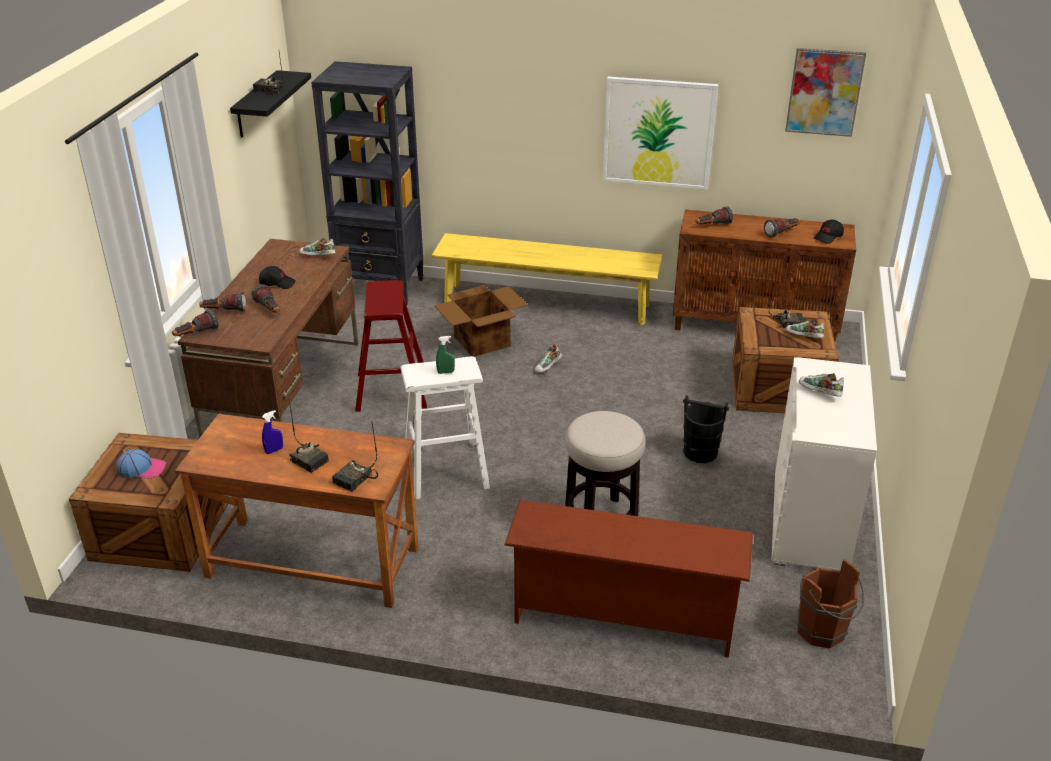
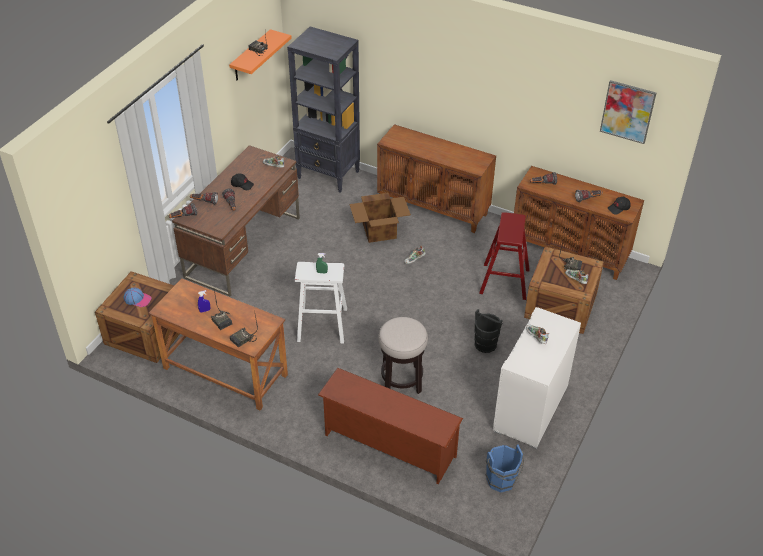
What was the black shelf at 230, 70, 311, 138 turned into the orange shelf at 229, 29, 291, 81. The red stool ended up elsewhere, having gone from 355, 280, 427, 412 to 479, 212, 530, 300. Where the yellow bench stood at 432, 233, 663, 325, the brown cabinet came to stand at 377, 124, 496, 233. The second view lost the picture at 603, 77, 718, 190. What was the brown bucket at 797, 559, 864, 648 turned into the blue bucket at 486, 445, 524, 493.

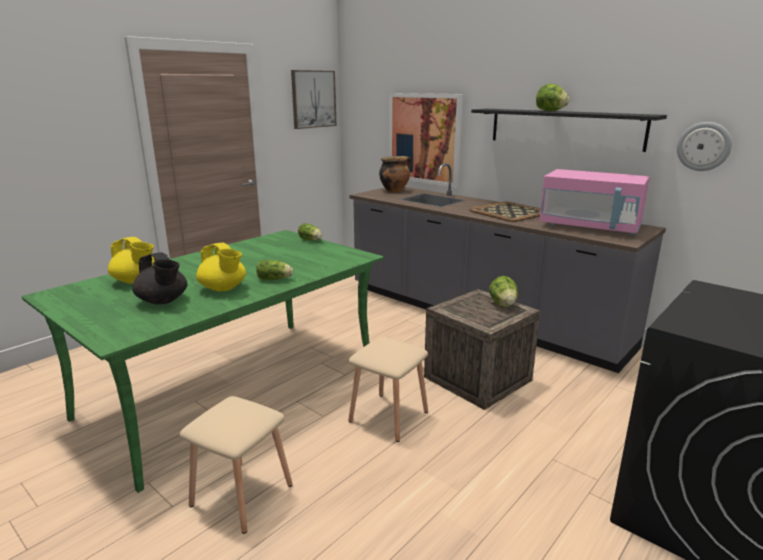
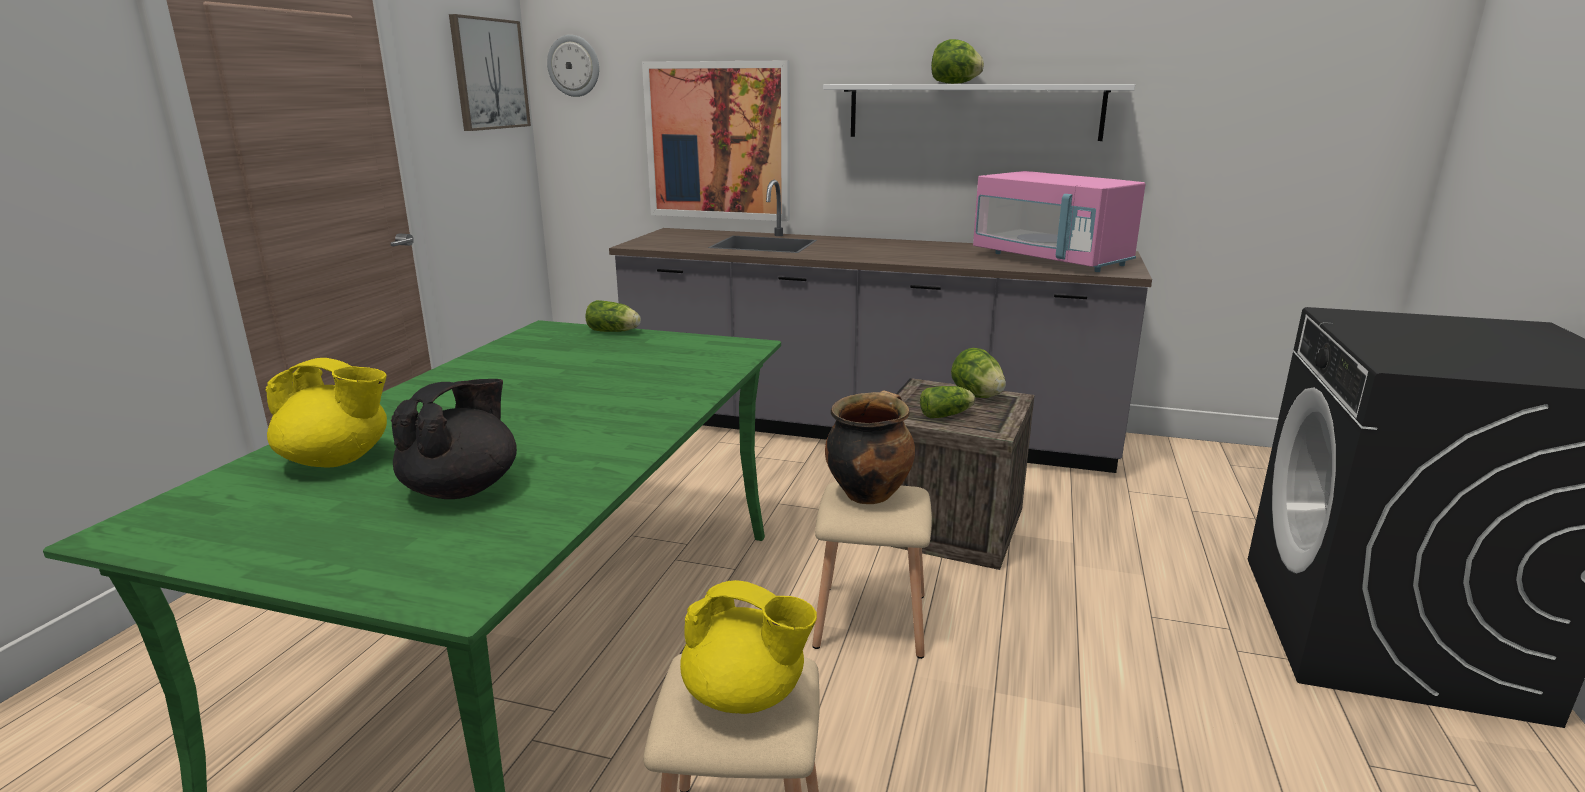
The black teapot at 132, 252, 187, 304 ended up facing another way, 90 degrees counterclockwise from before. The yellow teapot ended up elsewhere, having gone from 196, 243, 246, 291 to 680, 580, 817, 714. The lettuce ended up elsewhere, having gone from 256, 260, 293, 280 to 920, 386, 975, 418. The cooking pot ended up elsewhere, having gone from 379, 156, 411, 192 to 825, 390, 915, 504. The second view lost the tray at 469, 202, 540, 222. What was the black shelf at 471, 109, 667, 152 turned into the white shelf at 823, 84, 1135, 141. The pink microwave at 539, 169, 650, 236 ended up facing another way, 45 degrees clockwise from before. The wall clock ended up elsewhere, having gone from 677, 122, 732, 171 to 547, 35, 599, 97.

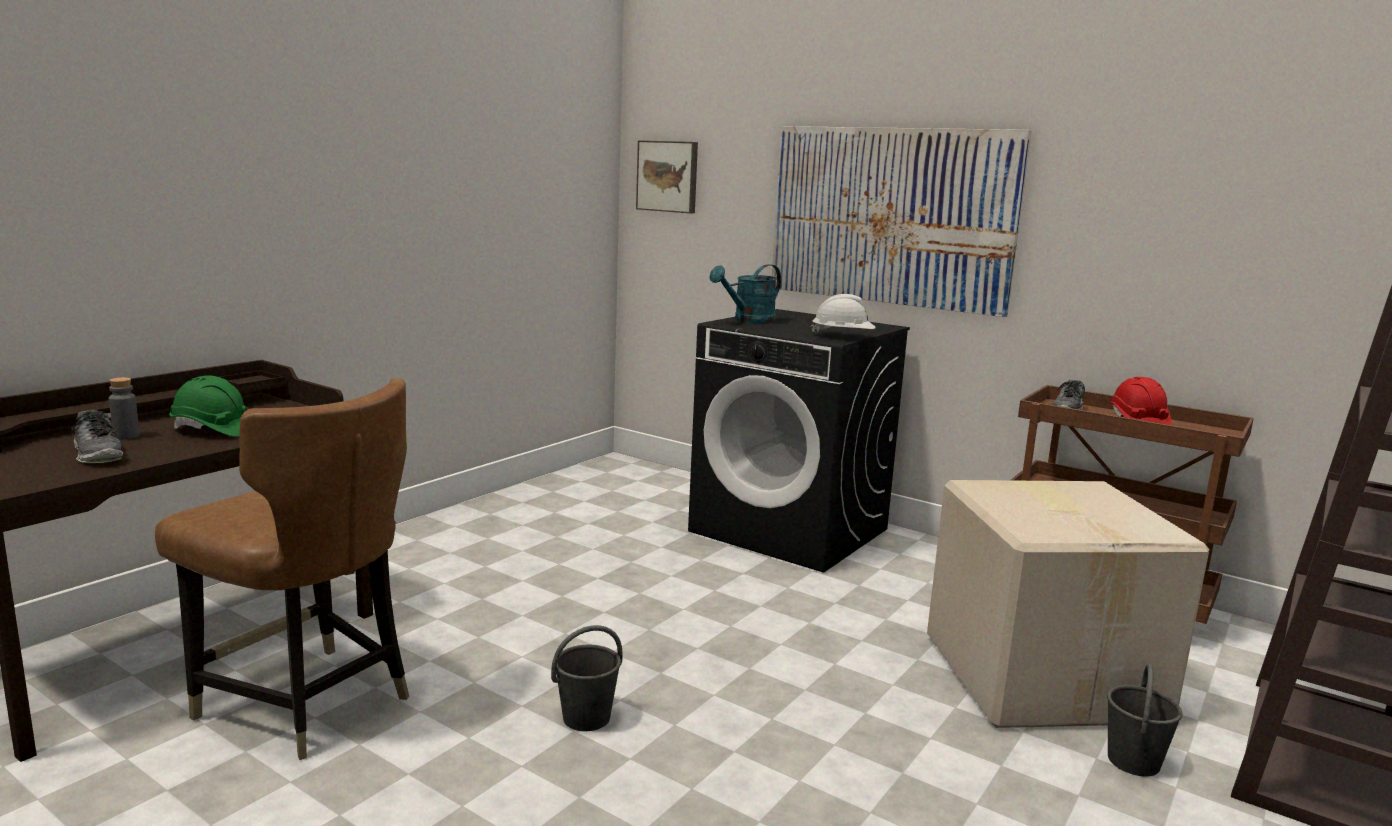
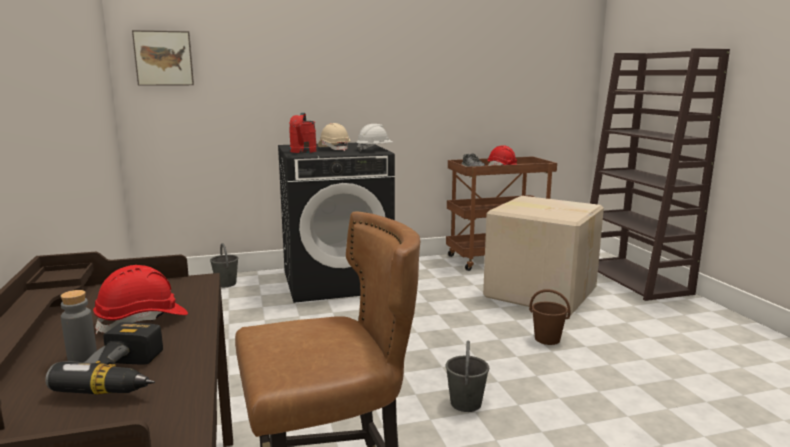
Where the shoe stood at 71, 410, 123, 463, the power drill came to stand at 45, 322, 163, 395. What was the green hard hat at 169, 375, 248, 437 turned into the red hard hat at 93, 265, 188, 334. What was the turquoise watering can at 709, 264, 781, 324 turned into the red watering can at 289, 113, 317, 153. The second view lost the picture at 772, 126, 1031, 317. The grey bucket ended up elsewhere, having gone from 1107, 664, 1183, 777 to 210, 243, 239, 287. The second view gained the beige hard hat at 318, 123, 350, 151. The second view gained the brown bucket at 529, 289, 570, 345.

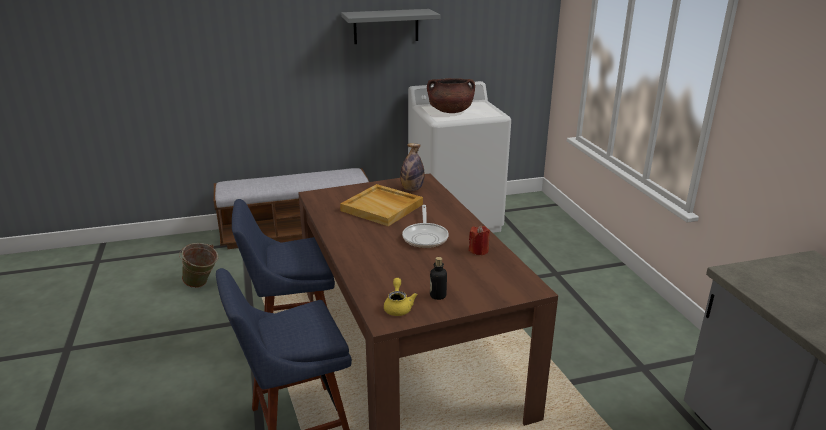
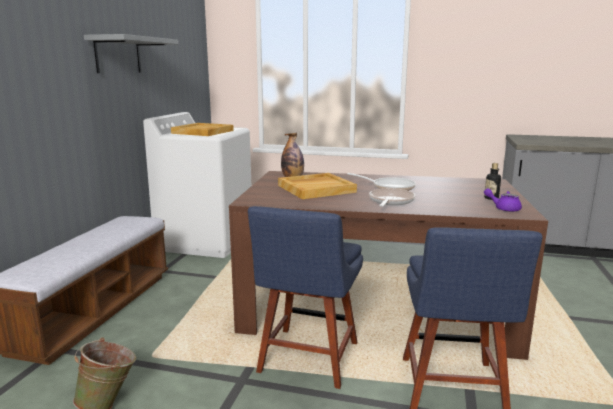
What was the yellow teapot at 384, 278, 418, 316 turned into the purple teapot at 484, 188, 522, 212. Where the brown cooking pot stood at 427, 78, 475, 113, the beige tray came to stand at 171, 123, 234, 136. The second view lost the red candle at 469, 225, 490, 255. The second view gained the frying pan at 369, 188, 415, 207.

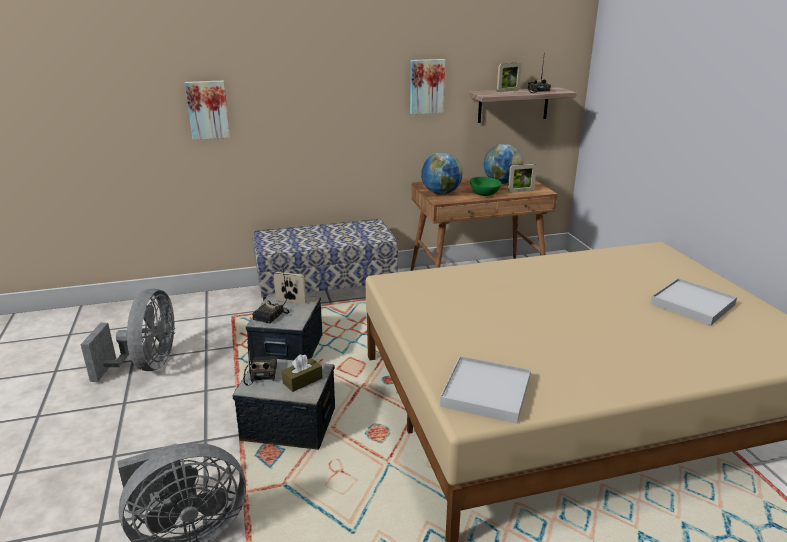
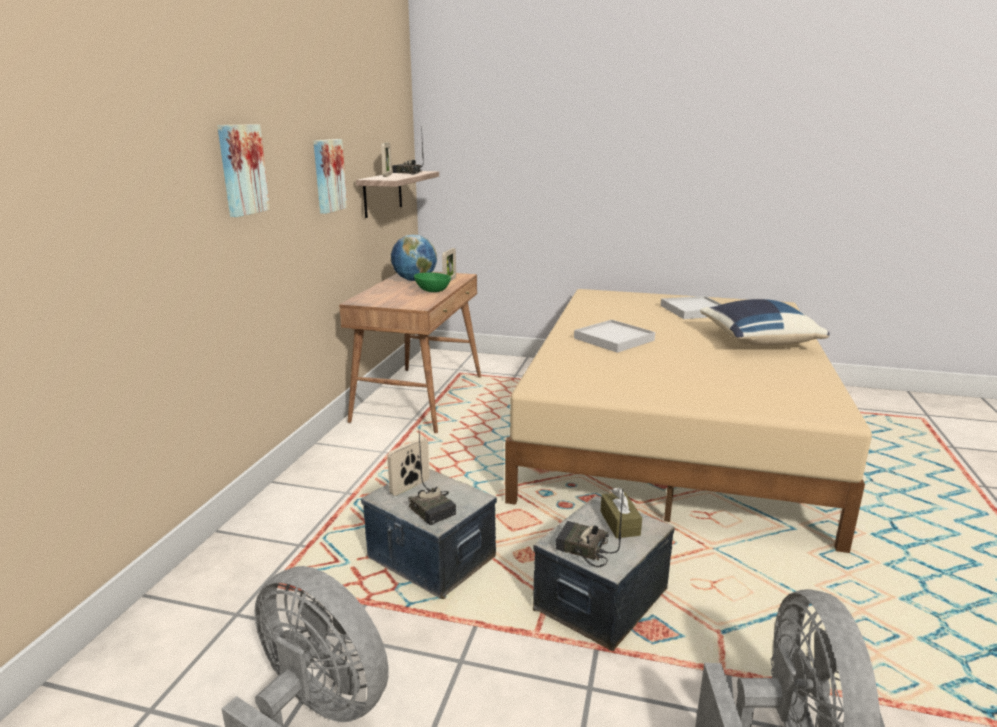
The picture ended up elsewhere, having gone from 185, 80, 230, 140 to 217, 124, 270, 217. The second view lost the bench at 253, 219, 398, 301. The second view lost the globe at 421, 153, 463, 195. The white tray ended up elsewhere, having gone from 440, 356, 531, 424 to 574, 320, 655, 353. The second view gained the blue pillow at 700, 299, 830, 346.

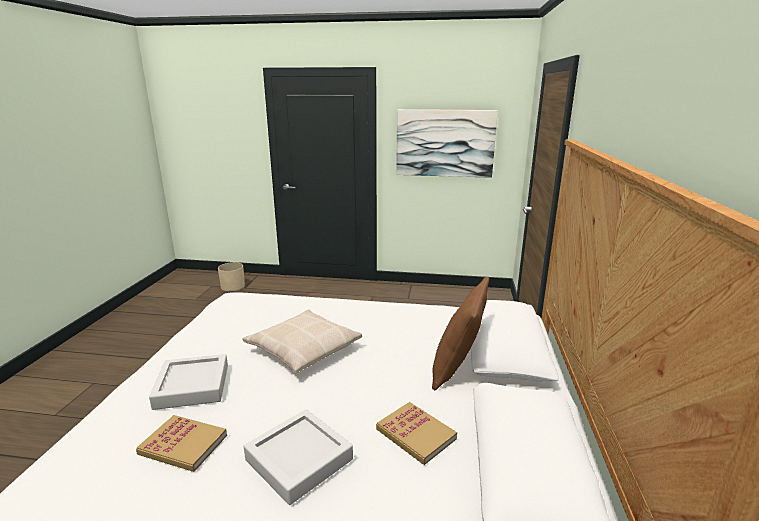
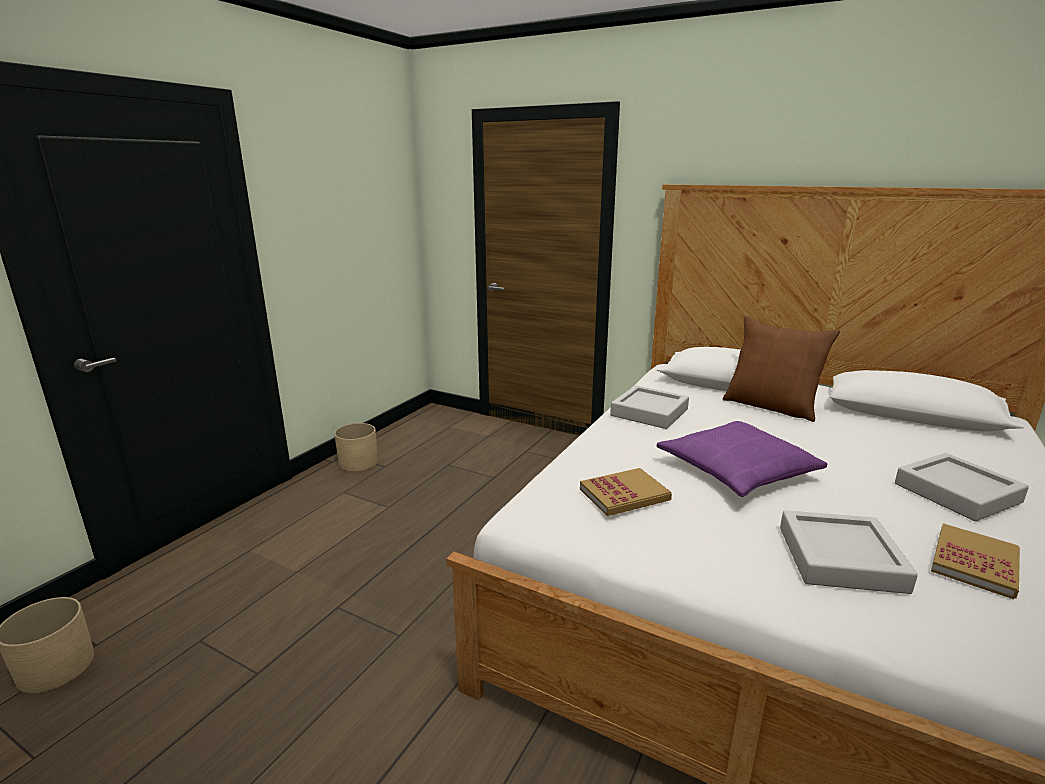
What was the beige pillow at 243, 309, 362, 373 turned into the purple pillow at 657, 421, 827, 497. The book ended up elsewhere, having gone from 376, 402, 457, 465 to 580, 468, 672, 516. The second view lost the picture at 396, 109, 498, 178. The second view gained the beige planter at 334, 423, 378, 472. The second view gained the grey tray at 610, 385, 689, 429.

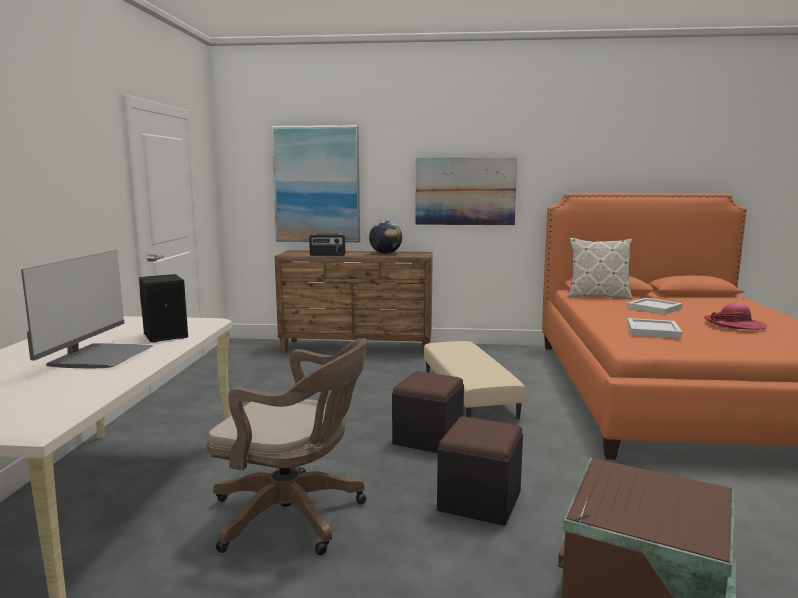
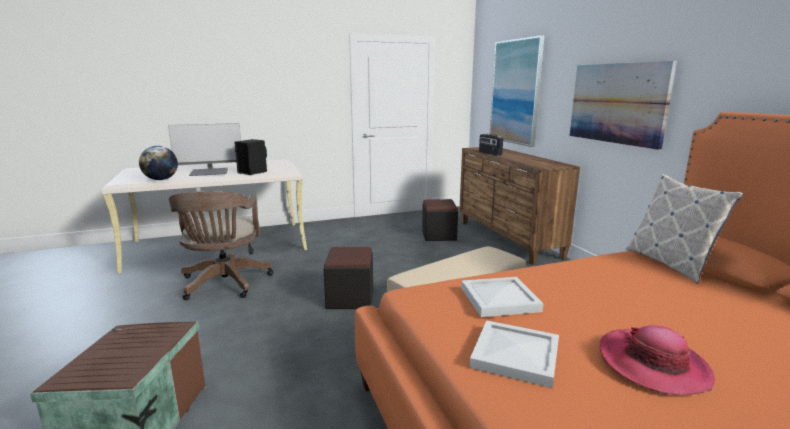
The globe ended up elsewhere, having gone from 369, 221, 402, 254 to 139, 146, 178, 180. The black ottoman ended up elsewhere, having gone from 437, 416, 523, 526 to 422, 199, 458, 241. The white tray ended up elsewhere, having gone from 627, 298, 683, 315 to 469, 320, 559, 388.

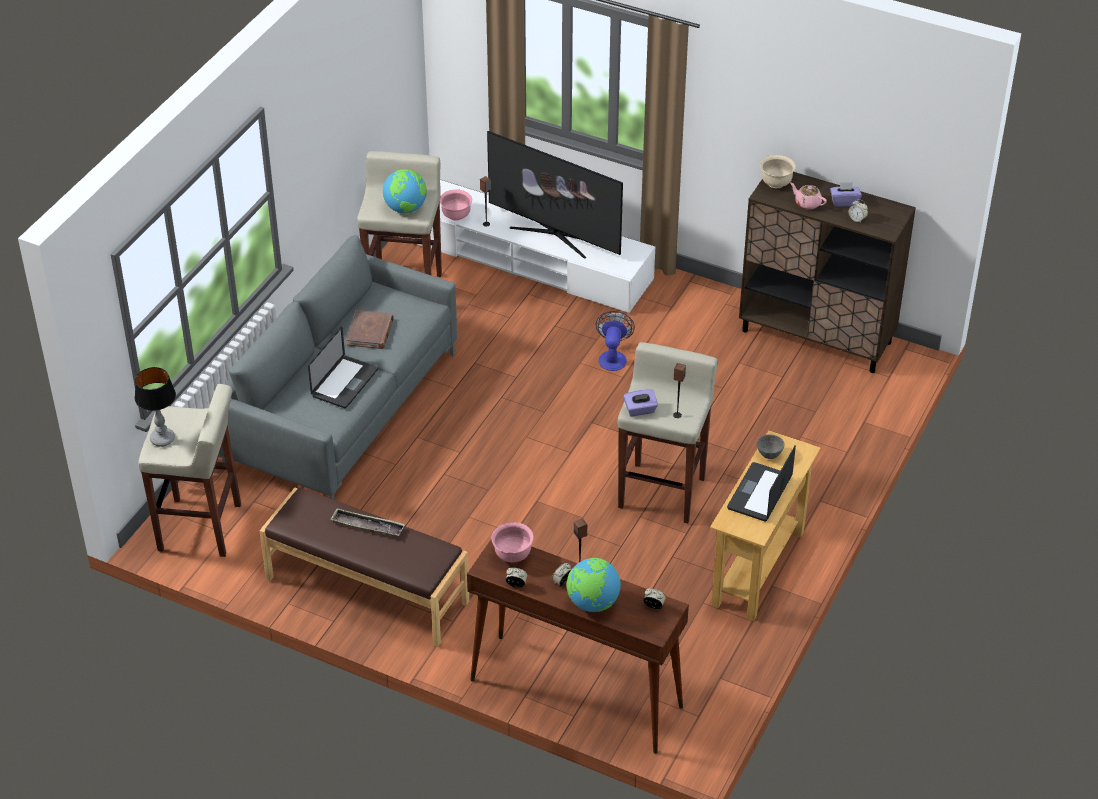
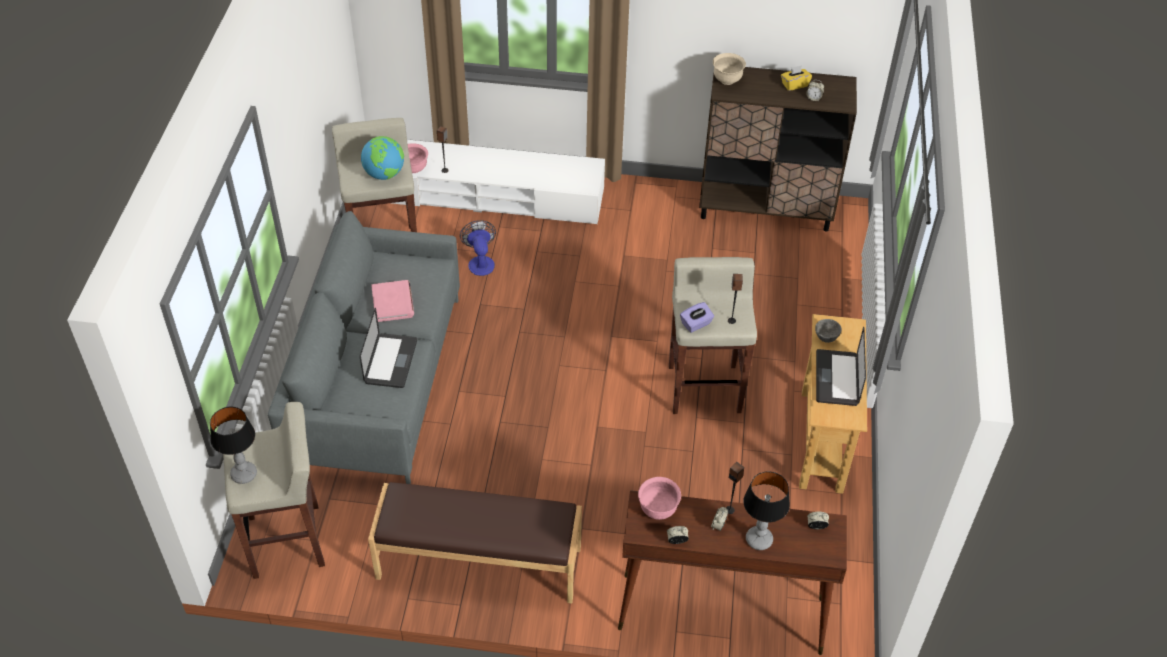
The second view lost the tray at 330, 508, 405, 536. What was the brown book at 346, 310, 394, 349 turned into the pink book at 371, 280, 414, 322. The second view lost the television at 487, 131, 623, 259. Where the globe stood at 567, 558, 621, 612, the table lamp came to stand at 743, 471, 790, 550. The fan ended up elsewhere, having gone from 596, 311, 635, 371 to 460, 220, 496, 276. The second view lost the pink teapot at 790, 182, 827, 210. What was the purple tissue box at 830, 182, 862, 207 turned into the yellow tissue box at 781, 65, 812, 91.

